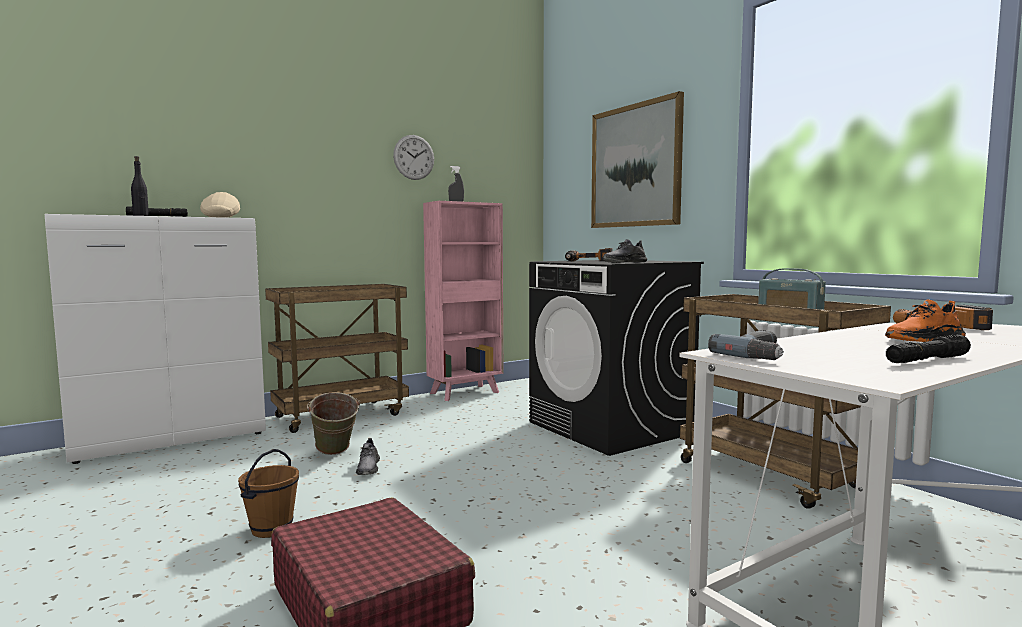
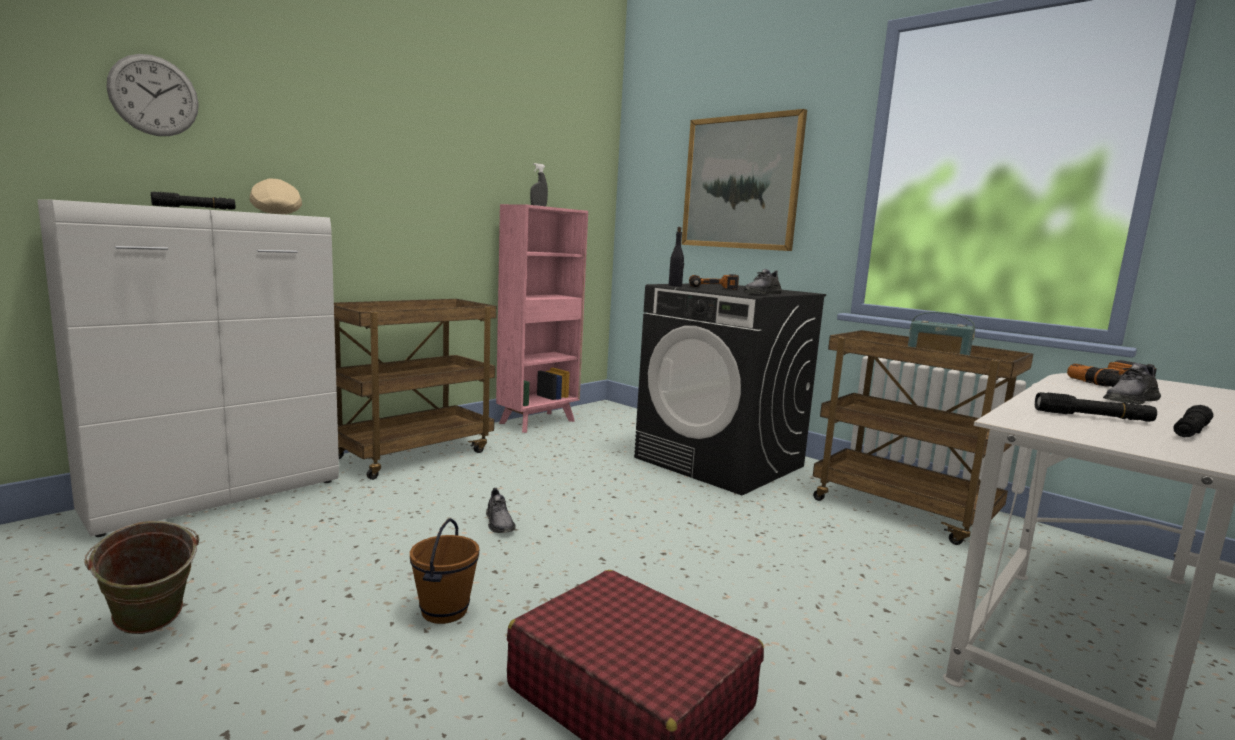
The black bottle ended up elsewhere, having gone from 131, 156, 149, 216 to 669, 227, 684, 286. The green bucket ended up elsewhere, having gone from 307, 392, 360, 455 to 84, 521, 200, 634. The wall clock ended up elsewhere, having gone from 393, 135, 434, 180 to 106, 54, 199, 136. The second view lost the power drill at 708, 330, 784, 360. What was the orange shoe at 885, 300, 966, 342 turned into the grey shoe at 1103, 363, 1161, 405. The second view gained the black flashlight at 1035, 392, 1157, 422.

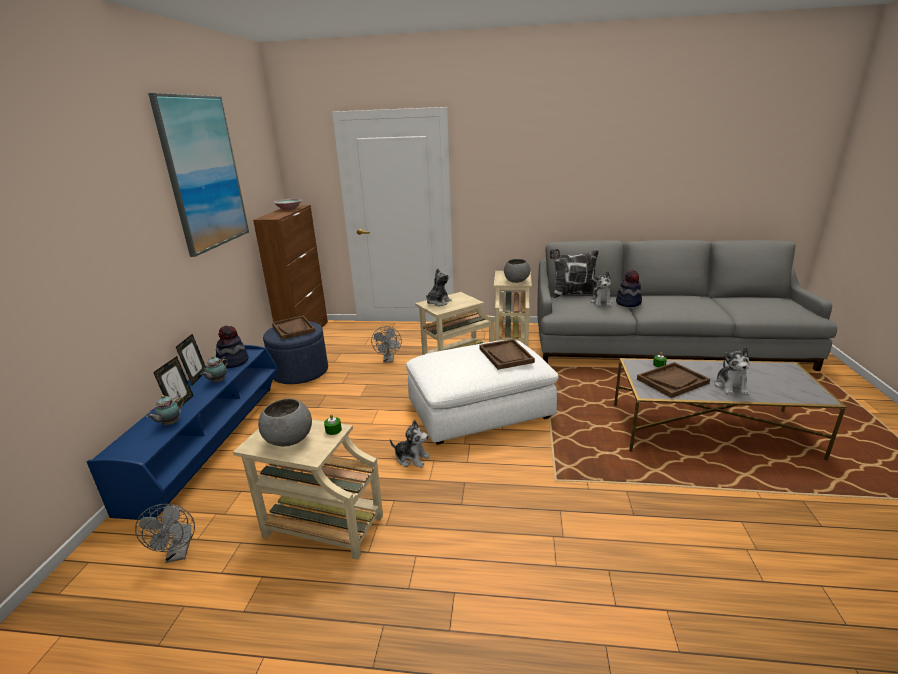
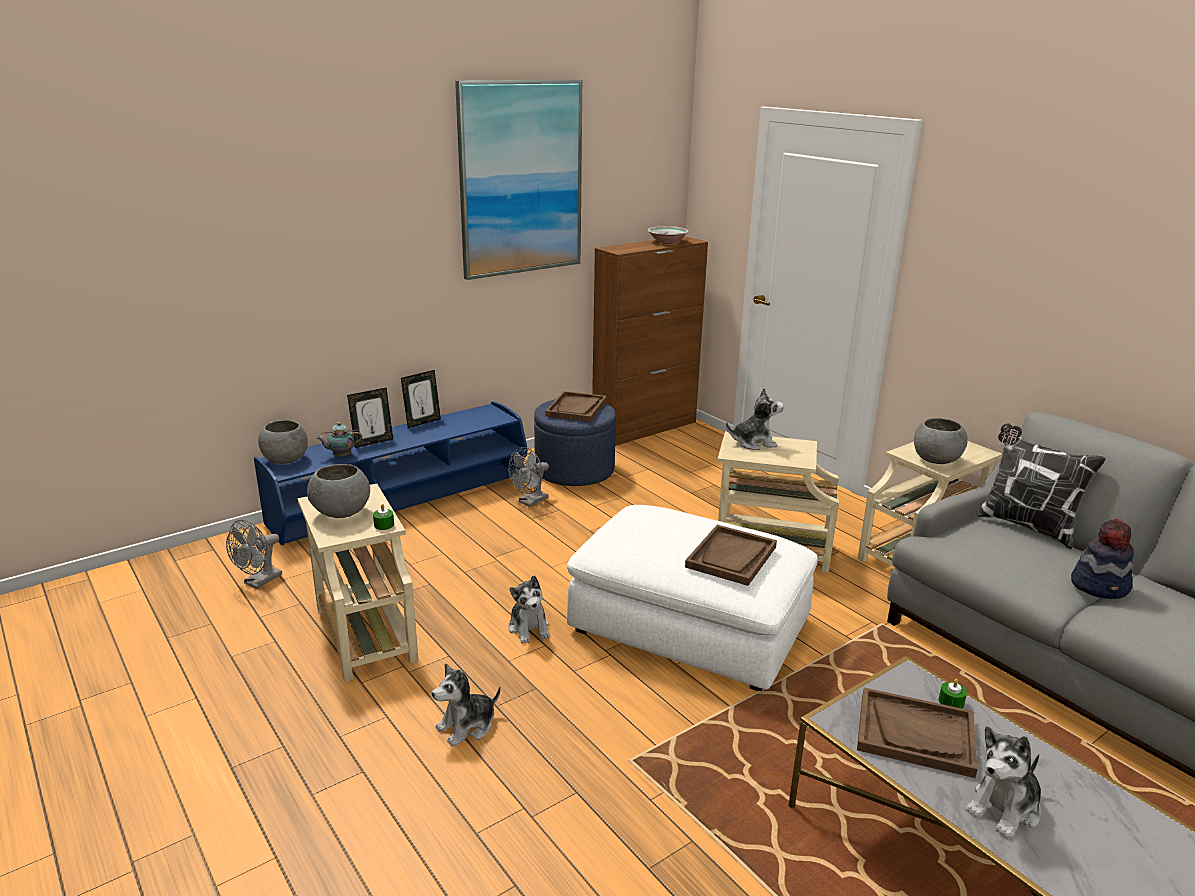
The second view lost the teapot at 201, 356, 228, 383. The second view lost the hat at 216, 325, 249, 368. The grey fan ended up elsewhere, having gone from 371, 326, 402, 363 to 508, 447, 549, 507. The plush toy ended up elsewhere, having gone from 591, 271, 613, 307 to 432, 663, 500, 746. The second view gained the grey bowl at 258, 420, 308, 464.

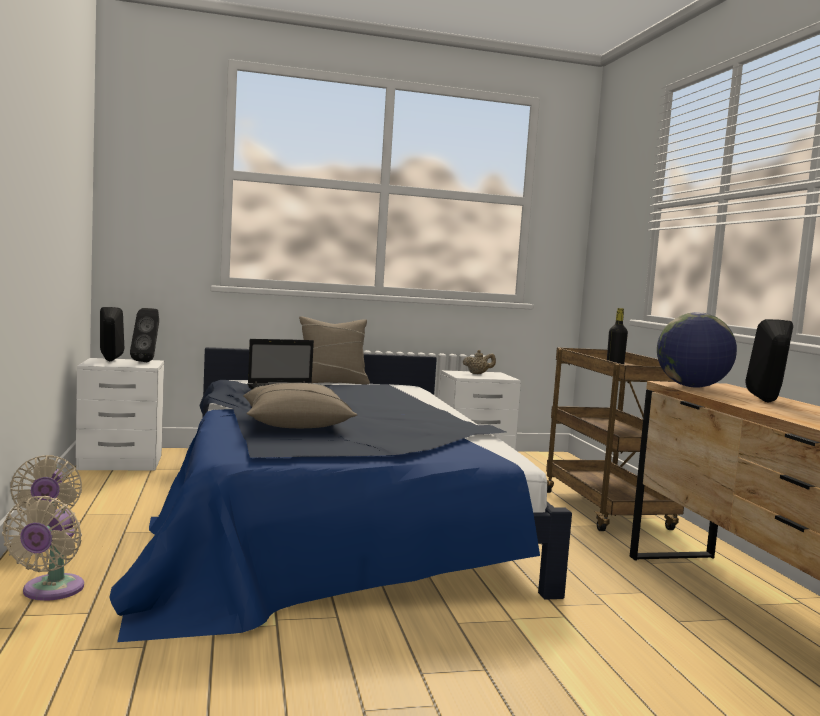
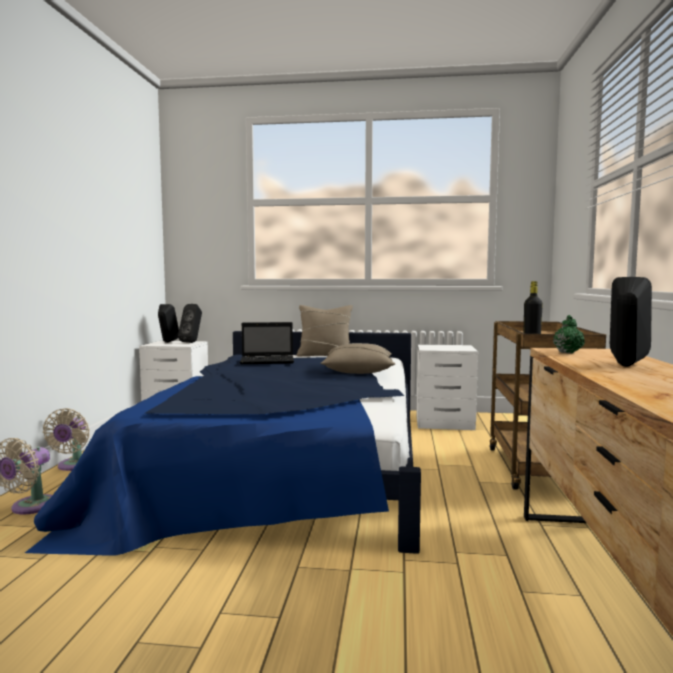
The beige pillow ended up elsewhere, having gone from 243, 383, 357, 428 to 321, 343, 395, 374. The second view lost the beige teapot at 463, 350, 496, 374. Where the globe stood at 657, 312, 737, 388, the green teapot came to stand at 553, 315, 585, 354.

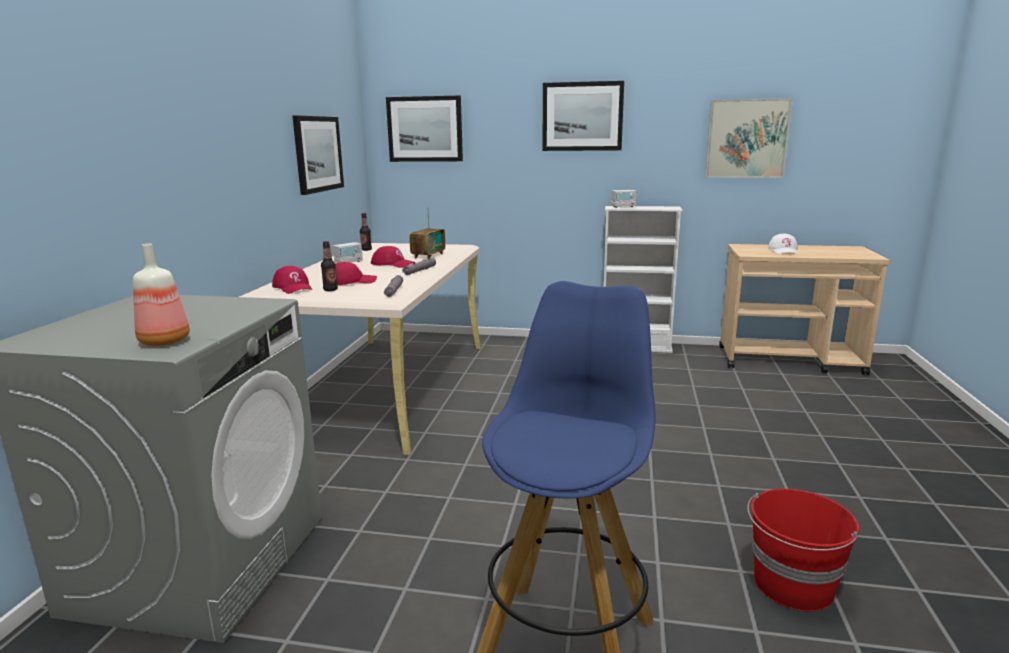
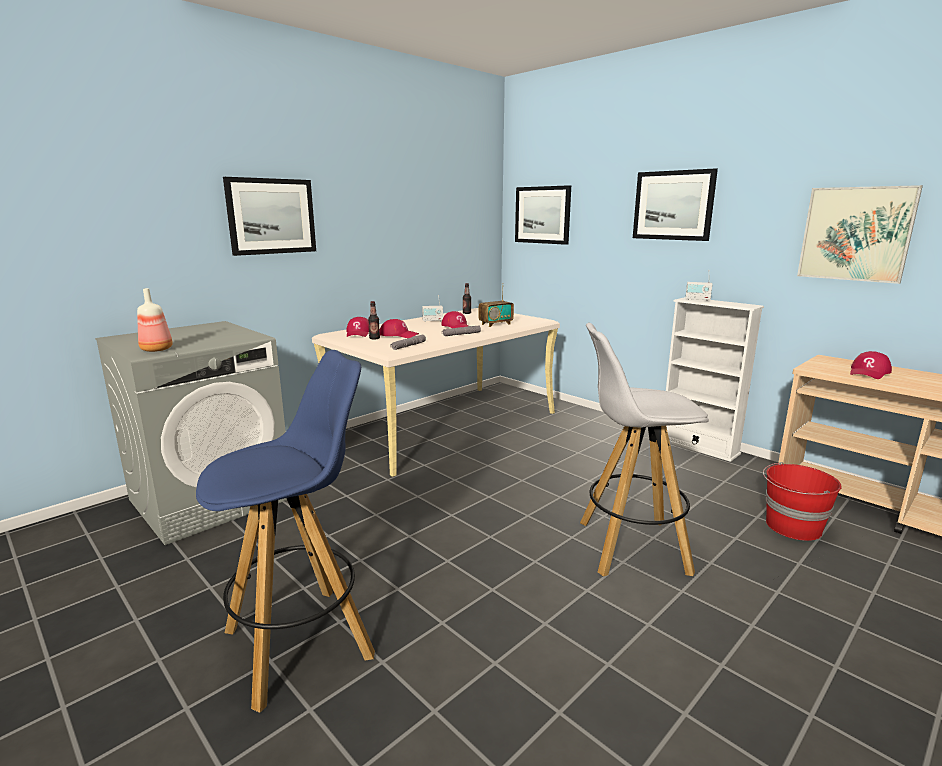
The picture ended up elsewhere, having gone from 292, 116, 344, 195 to 223, 177, 316, 256. The red bucket ended up elsewhere, having gone from 747, 489, 860, 612 to 763, 462, 842, 541. What was the white cap at 768, 234, 798, 255 turned into the red cap at 850, 351, 892, 379. The second view gained the white stool at 580, 323, 709, 577.

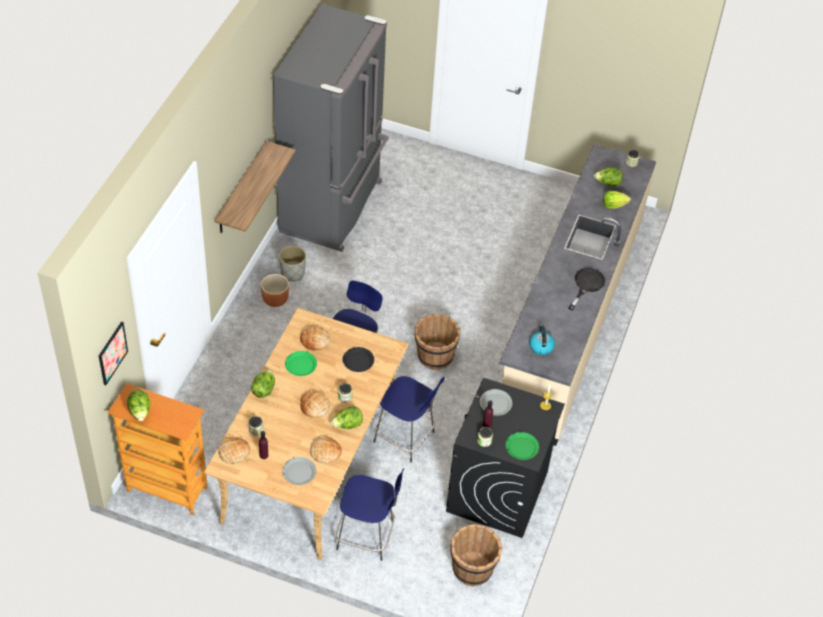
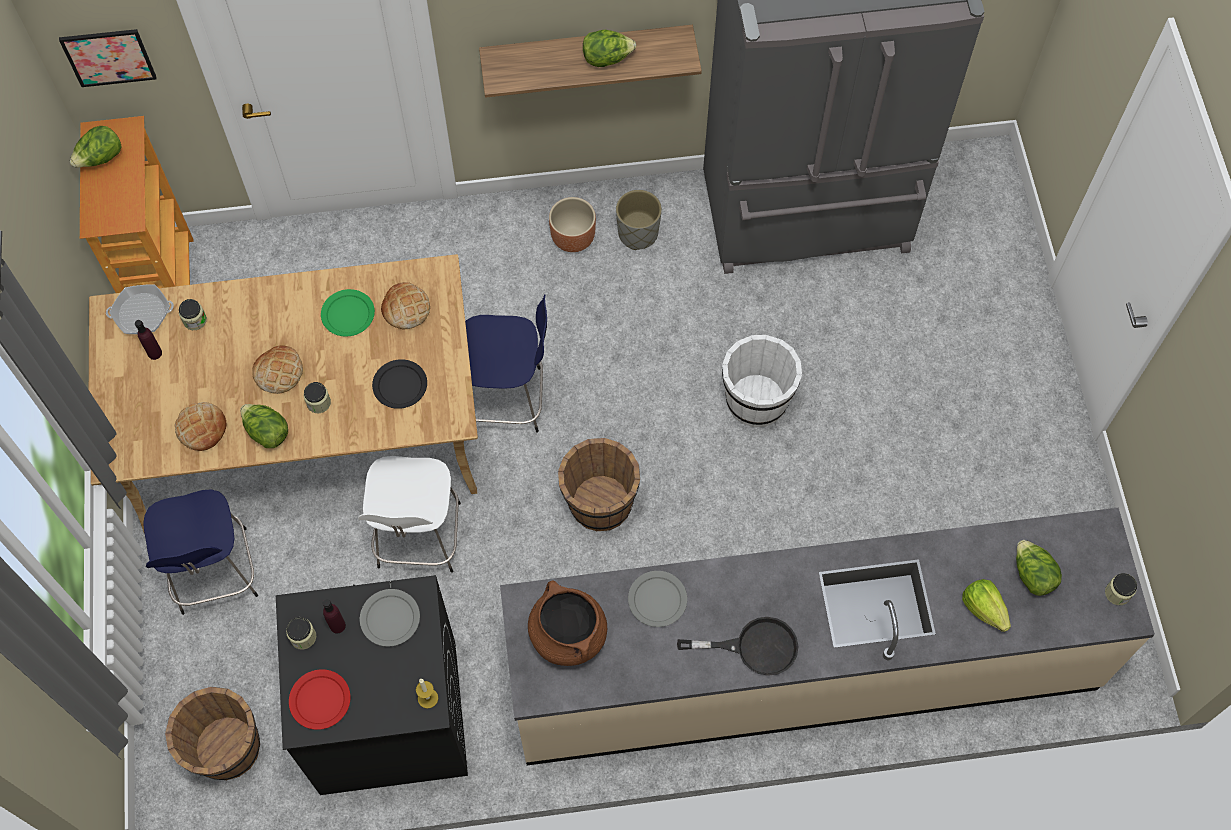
Where the bread stood at 218, 437, 250, 464, the frying pan came to stand at 106, 285, 174, 334. The lettuce ended up elsewhere, having gone from 251, 370, 275, 398 to 583, 30, 636, 67. The grey plate ended up elsewhere, having gone from 282, 457, 316, 485 to 628, 571, 687, 627. What was the blue stool at 374, 376, 445, 462 turned into the white stool at 358, 456, 461, 573. What was the green plate at 506, 432, 539, 460 turned into the red plate at 289, 669, 350, 730. Where the kettle stood at 529, 325, 555, 355, the brown cooking pot came to stand at 528, 581, 607, 666. The second view gained the white bucket at 722, 335, 802, 427.

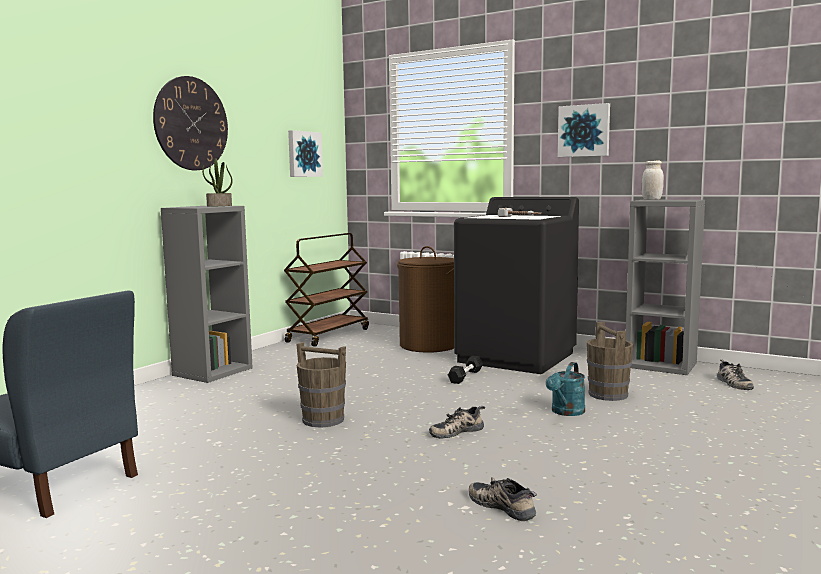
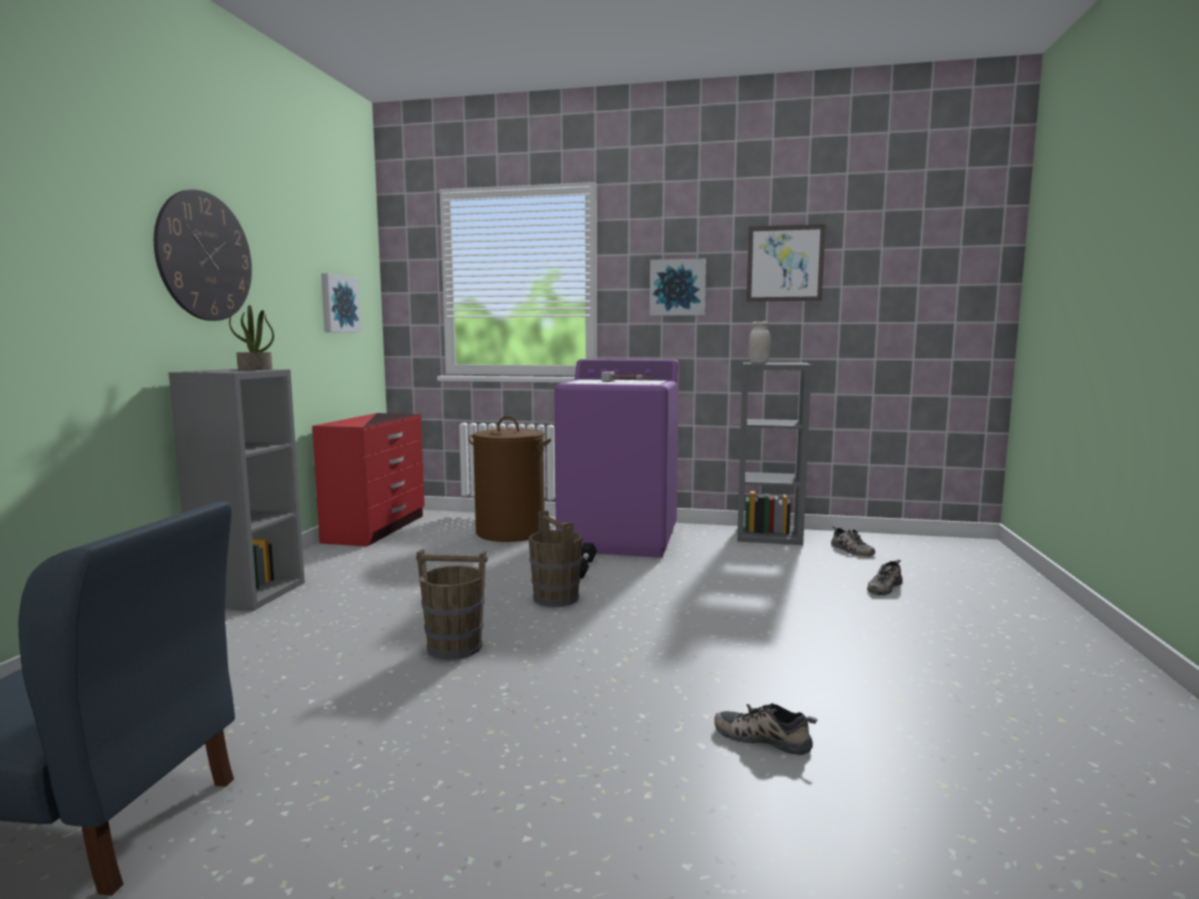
Where the brown cart stood at 284, 233, 369, 347, the red dresser came to stand at 312, 413, 425, 547. The shoe ended up elsewhere, having gone from 429, 406, 485, 438 to 867, 560, 903, 595. What was the black washing machine at 454, 197, 579, 374 turned into the purple washing machine at 554, 359, 679, 558. The second view lost the turquoise watering can at 546, 362, 585, 416. The brown bucket ended up elsewhere, having gone from 587, 322, 634, 401 to 528, 511, 583, 607. The second view gained the picture at 746, 224, 826, 302.

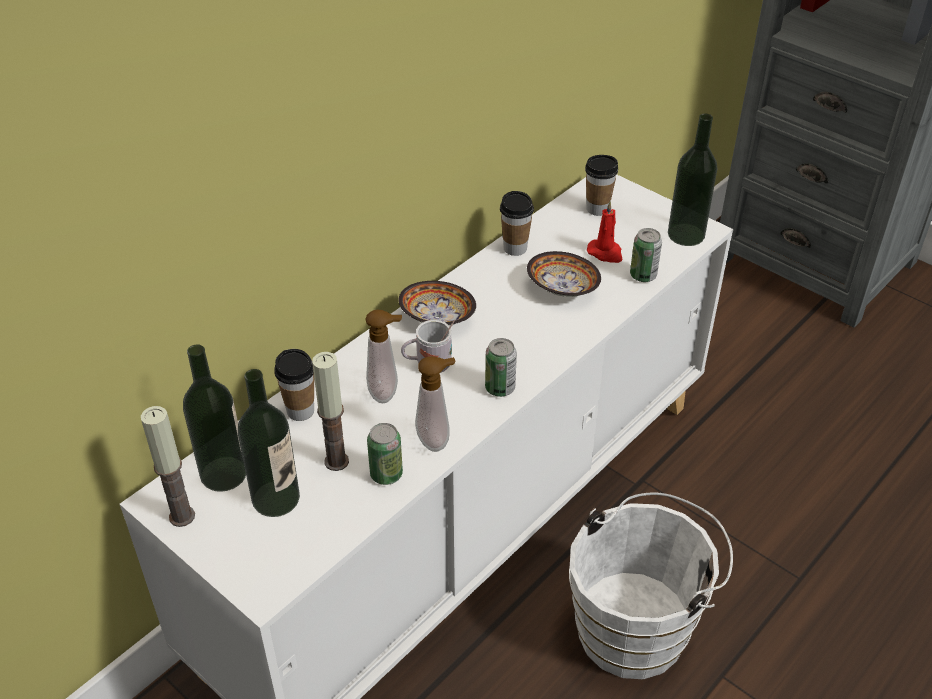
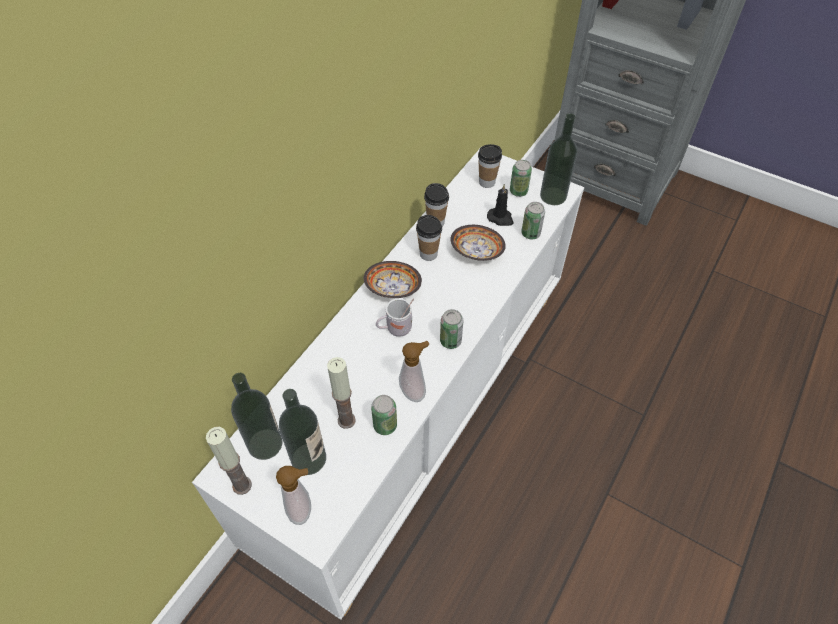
The cup ended up elsewhere, having gone from 274, 349, 314, 421 to 416, 215, 442, 261. The soap dispenser ended up elsewhere, having gone from 365, 309, 402, 403 to 276, 466, 311, 525. The second view lost the white bucket at 569, 493, 733, 679. What was the red candle at 587, 201, 623, 263 turned into the black candle at 487, 184, 514, 226. The second view gained the can at 510, 160, 532, 197.

